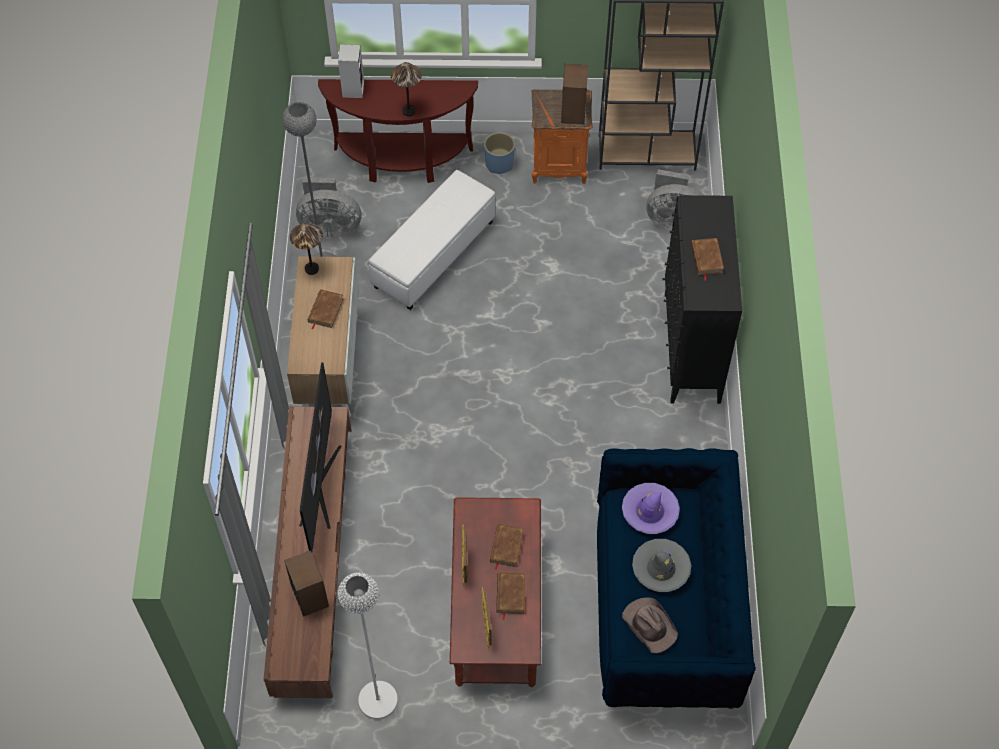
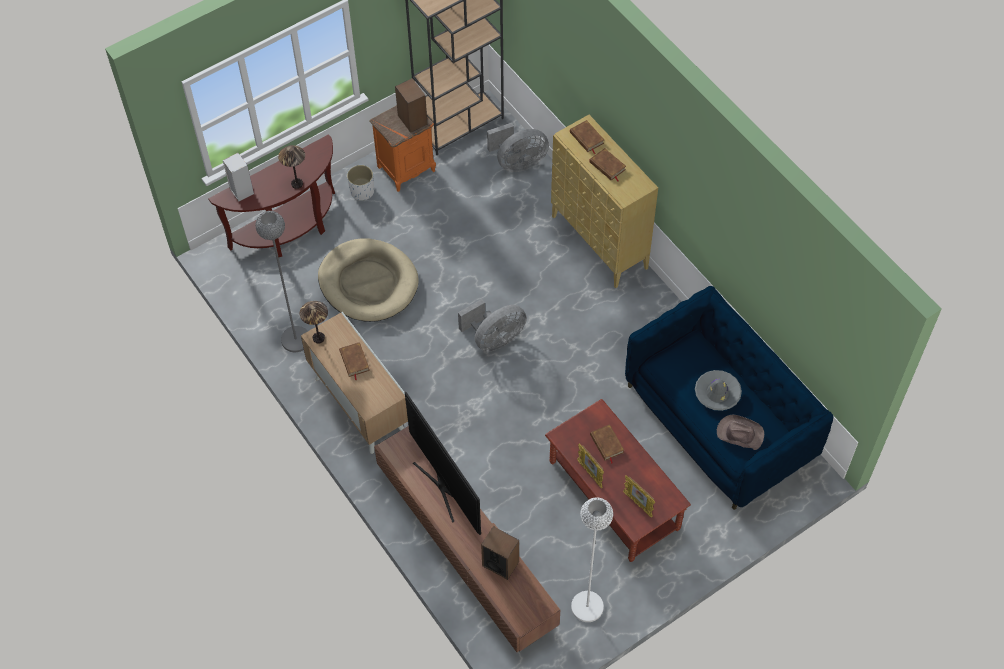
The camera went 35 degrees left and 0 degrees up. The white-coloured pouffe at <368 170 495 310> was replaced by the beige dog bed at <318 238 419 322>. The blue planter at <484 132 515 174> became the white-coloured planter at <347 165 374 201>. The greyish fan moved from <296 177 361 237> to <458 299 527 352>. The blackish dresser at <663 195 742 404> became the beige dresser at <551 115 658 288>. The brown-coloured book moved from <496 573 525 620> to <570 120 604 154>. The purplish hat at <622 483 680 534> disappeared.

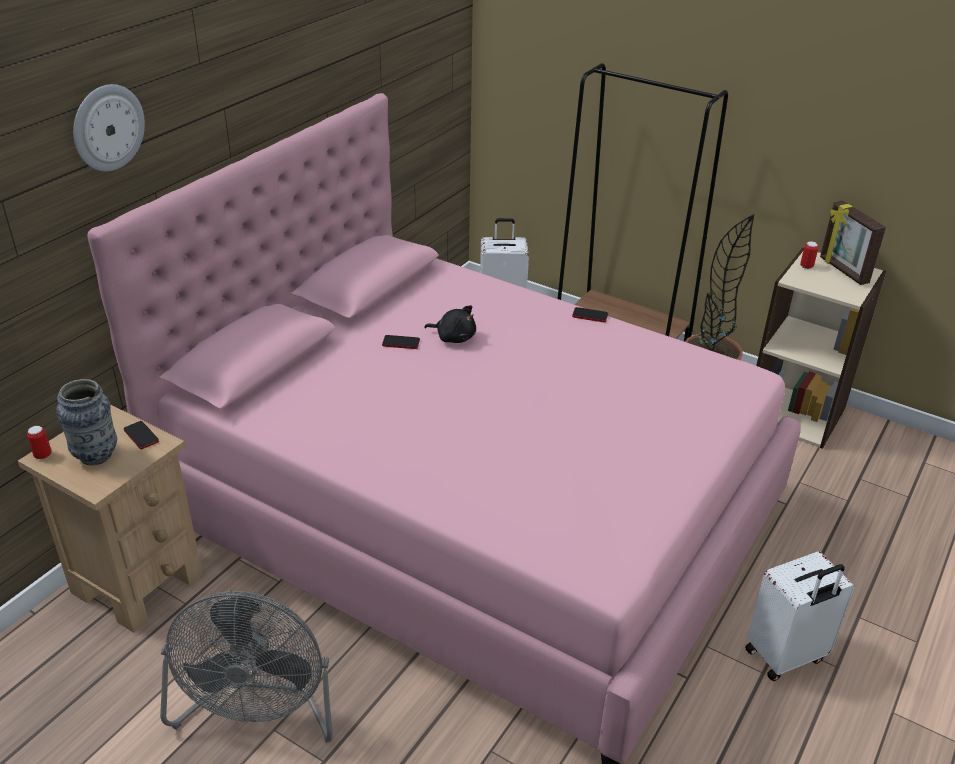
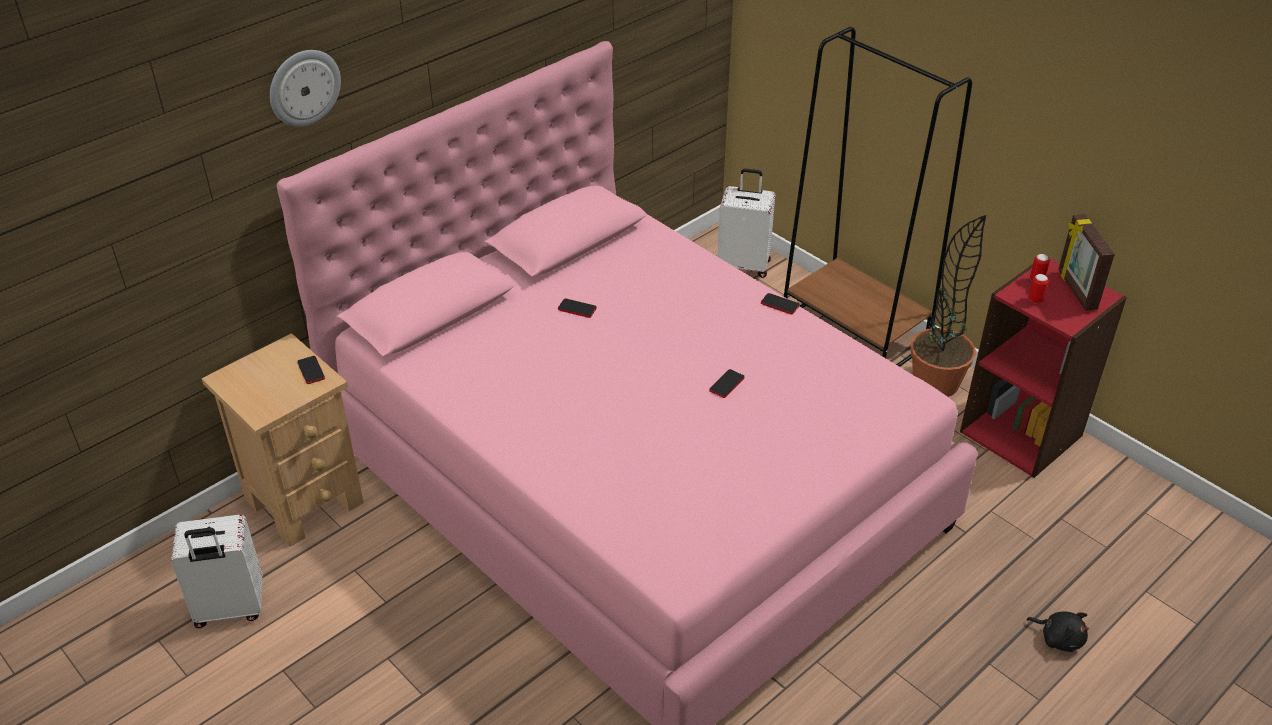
The camera went 15 degrees right and 5 degrees up. The white-coloured travel case moved from <745 551 855 681> to <171 515 263 628>. The handset at <709 369 745 398> appeared. The beige shelving unit at <756 248 886 449> became the reddish shelving unit at <960 258 1127 478>. The blackish plush toy moved from <424 305 476 343> to <1026 611 1089 652>. The can moved from <27 426 52 459> to <1029 274 1049 304>. The flower vase at <56 379 117 465> disappeared. The greyish fan at <160 589 333 743> disappeared.

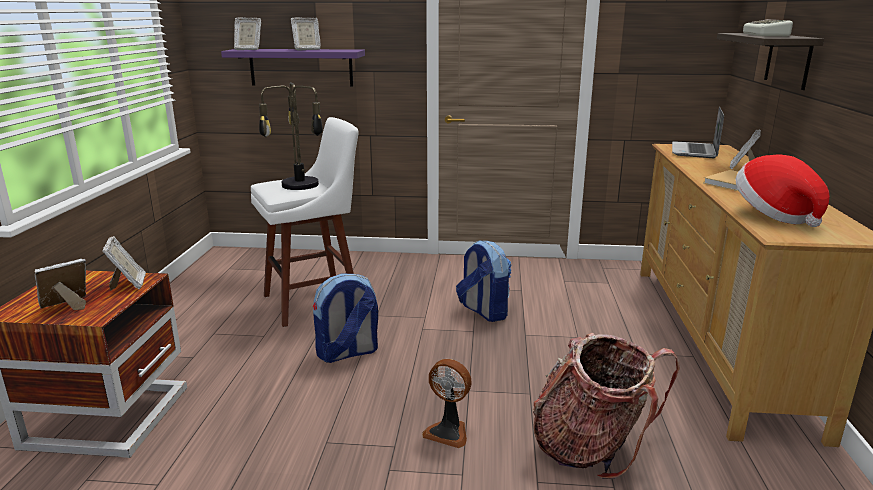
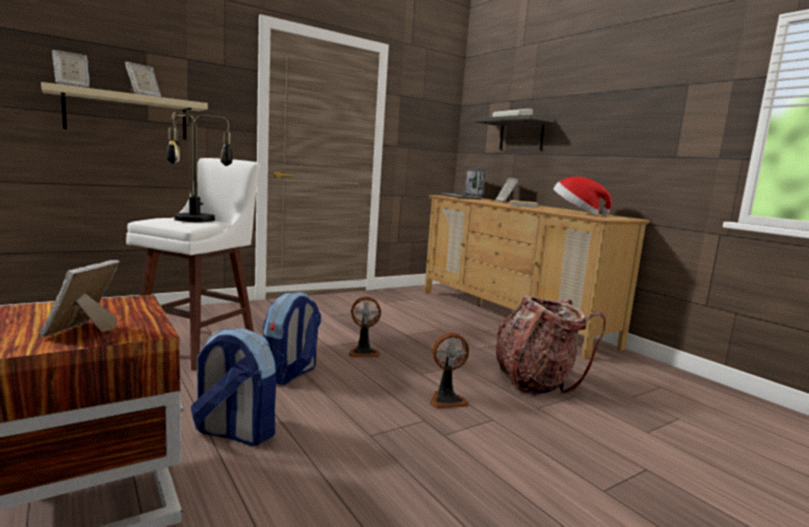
The camera went 40 degrees left and 10 degrees down. The purplish wall shelf at <221 49 365 87> became the beige wall shelf at <41 82 208 140>. The rucksack moved from <456 240 512 322> to <191 328 276 446>. The fan at <348 296 381 357> appeared. The picture frame at <103 236 146 291> disappeared.

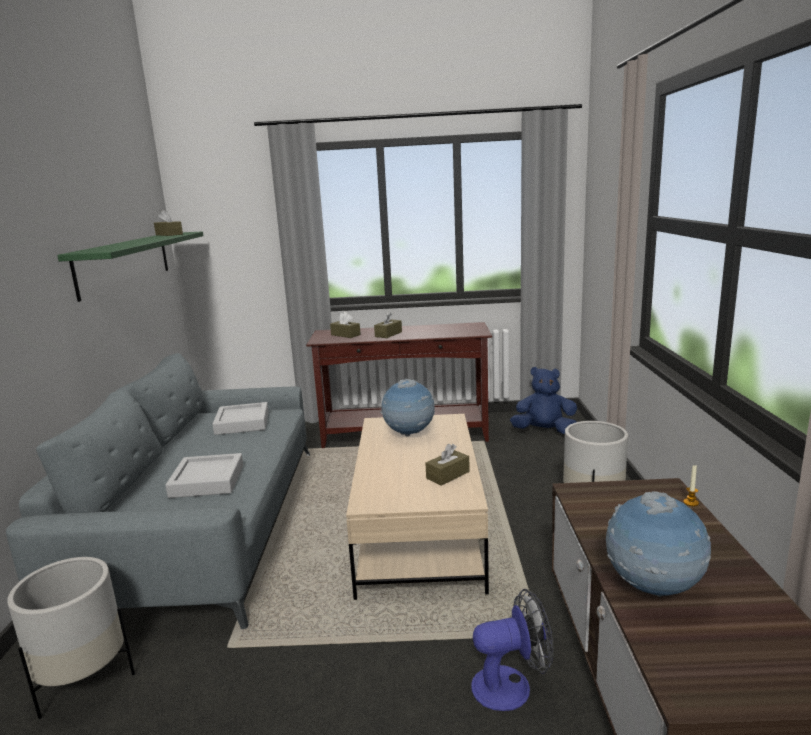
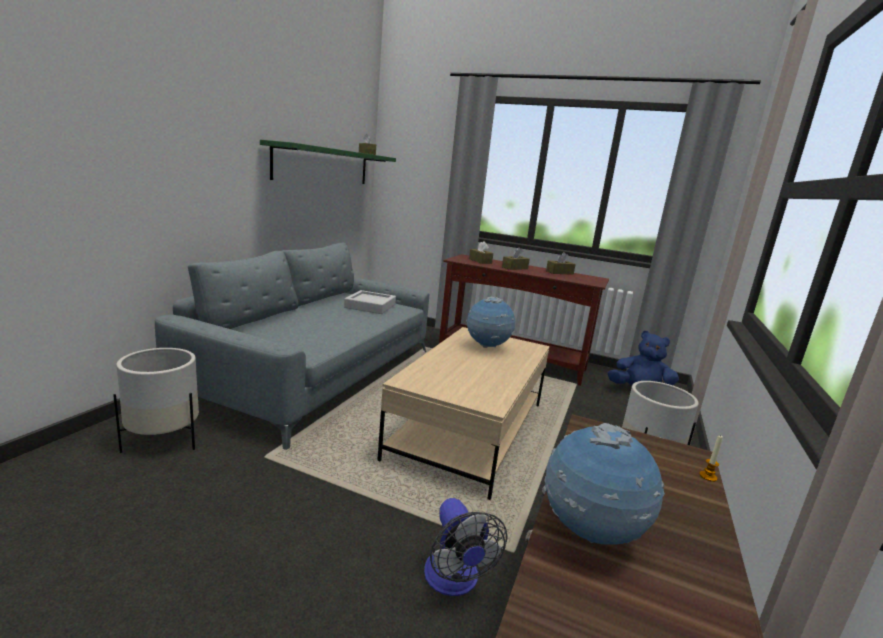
The camera went 20 degrees right and 0 degrees up. The fan at <471 589 554 711> turned 60 degrees clockwise. The brown-coloured tissue holder moved from <426 444 470 485> to <546 252 576 275>. The greyish tray at <165 453 243 498> disappeared.

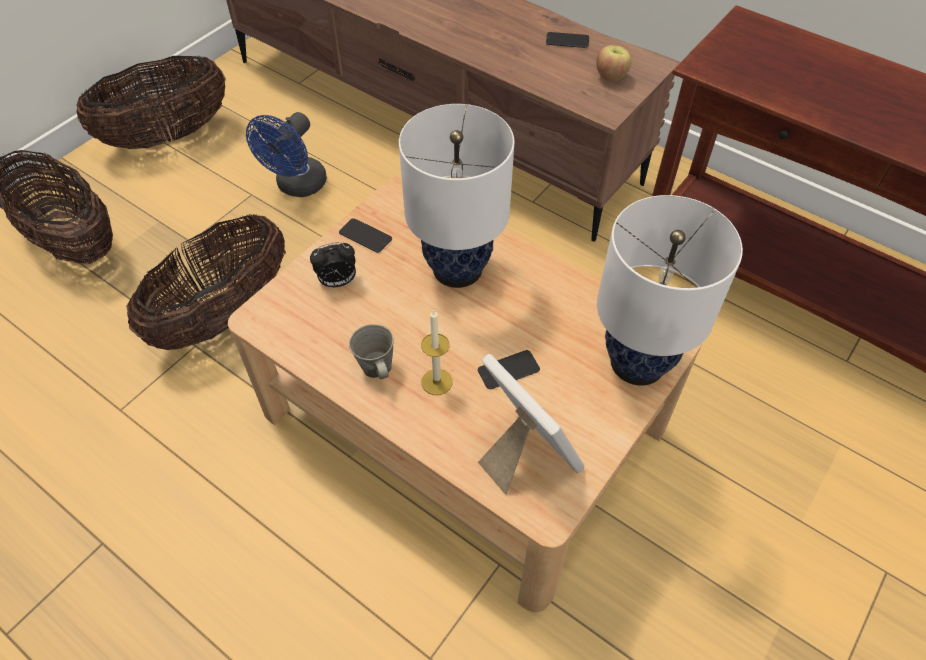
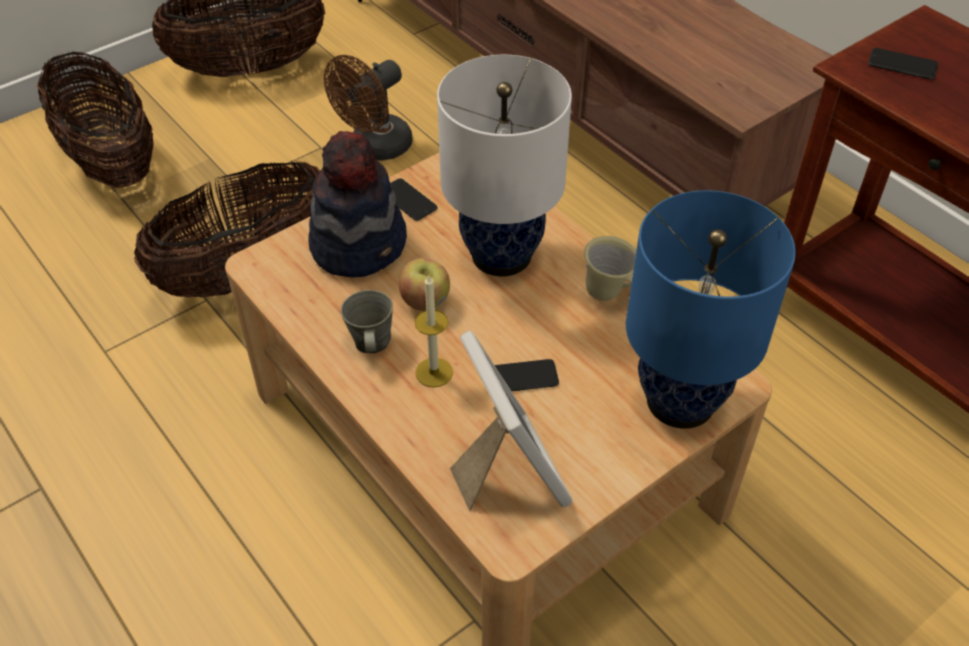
The camera went 15 degrees right and 5 degrees down. The table clock at <310 242 356 287> was replaced by the hat at <308 131 407 278>. The blue fan at <246 112 327 197> became the brown-coloured fan at <324 55 413 160>. The whole apple moved from <597 45 632 82> to <399 258 450 311>. The beige tea mug at <584 236 636 301> appeared. The white-coloured table lamp at <597 195 743 386> became the blue table lamp at <626 190 796 429>. The handset moved from <546 32 589 48> to <868 48 938 79>.

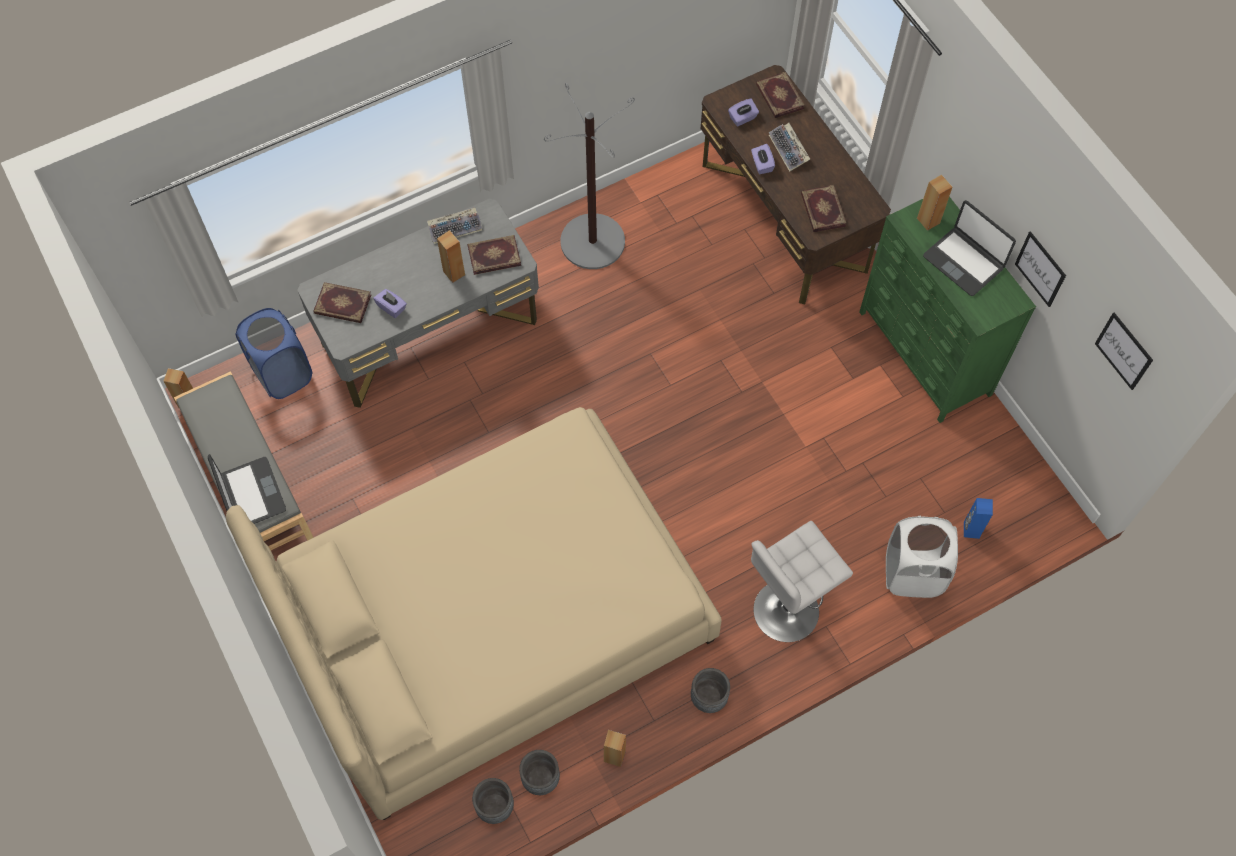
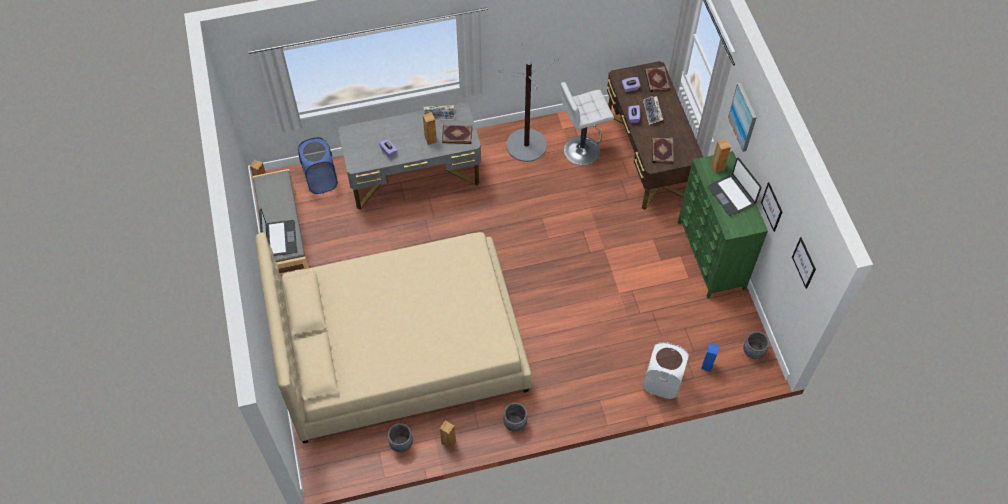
The camera went 15 degrees right and 5 degrees down. The white-coloured stool moved from <751 521 853 642> to <561 82 614 165>. The picture at <728 83 757 152> appeared. The greyish planter moved from <472 778 514 824> to <743 331 769 359>. The book at <314 282 371 323> disappeared.

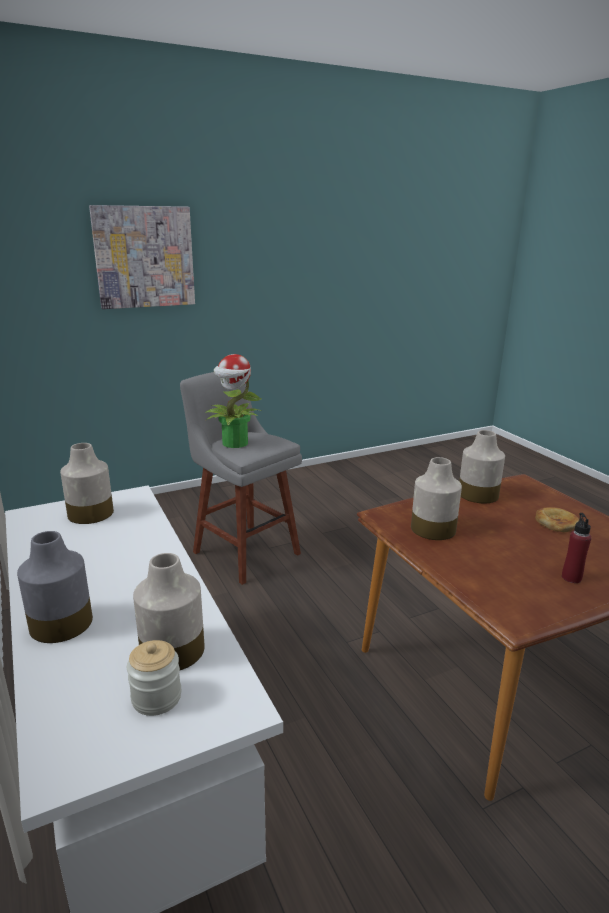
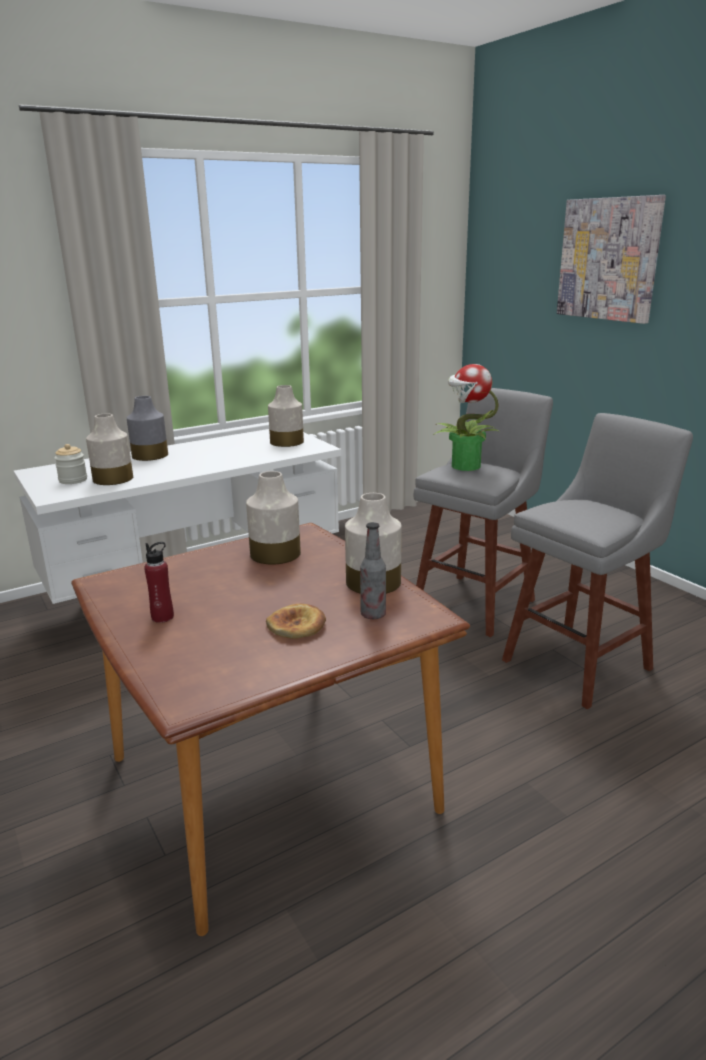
The camera went 85 degrees right and 0 degrees up. The beverage bottle at <360 522 386 619> appeared. The greyish stool at <502 413 693 709> appeared.

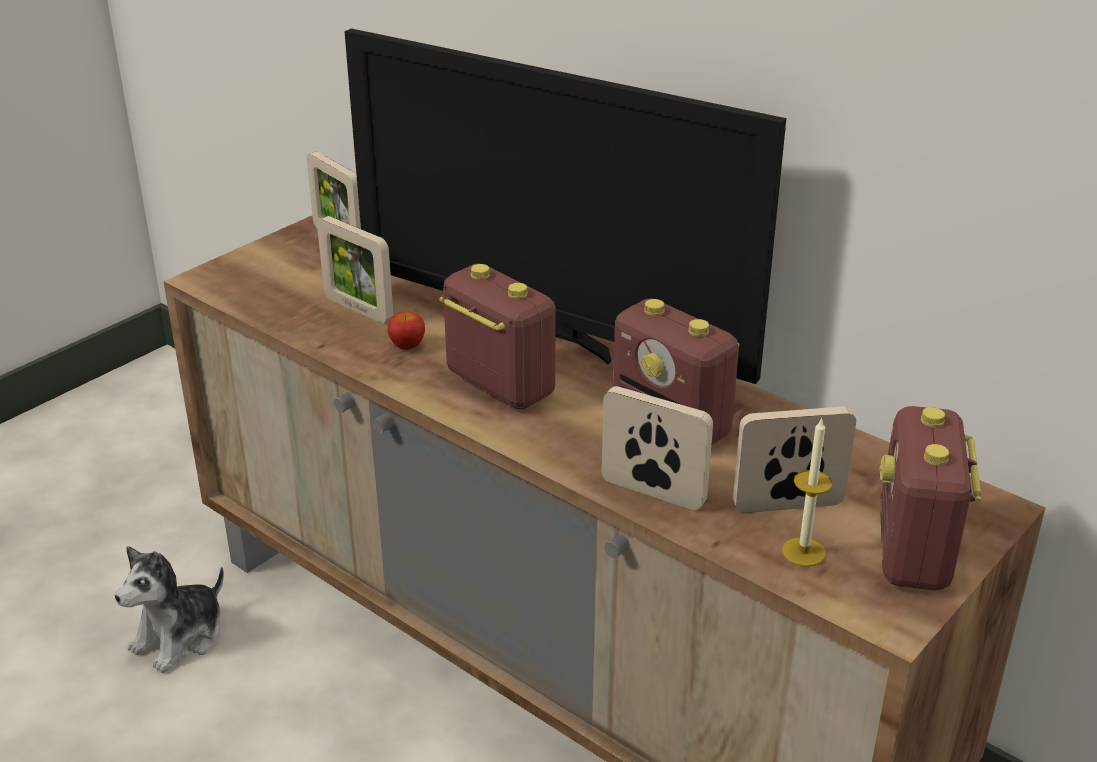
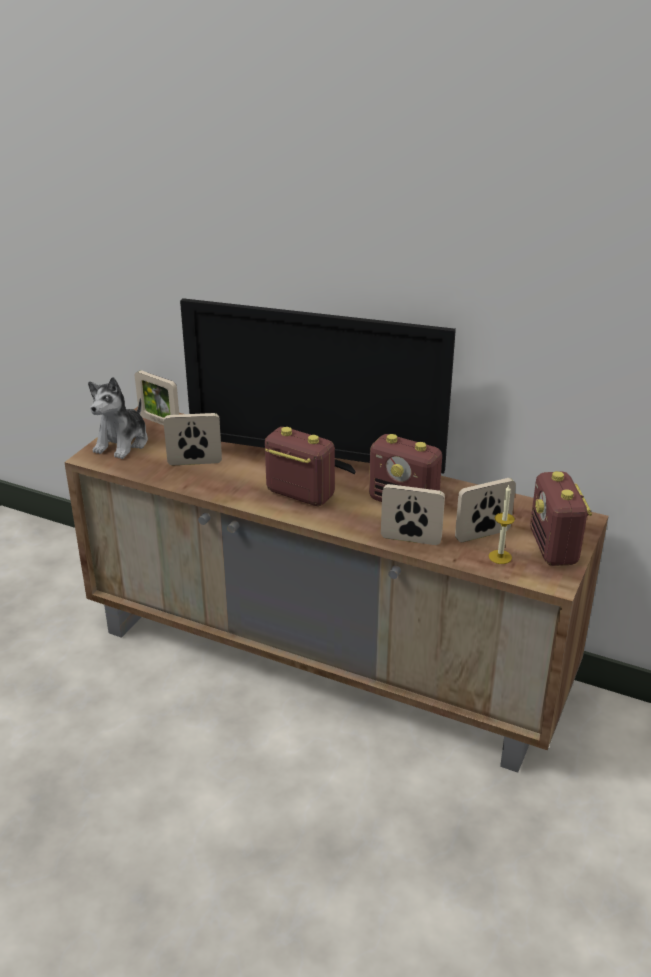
The camera went 15 degrees left and 0 degrees up. The plush toy moved from <114 546 224 673> to <88 377 148 459>. The picture frame at <317 216 393 323> turned 150 degrees clockwise. The whole apple at <388 312 425 350> disappeared.

